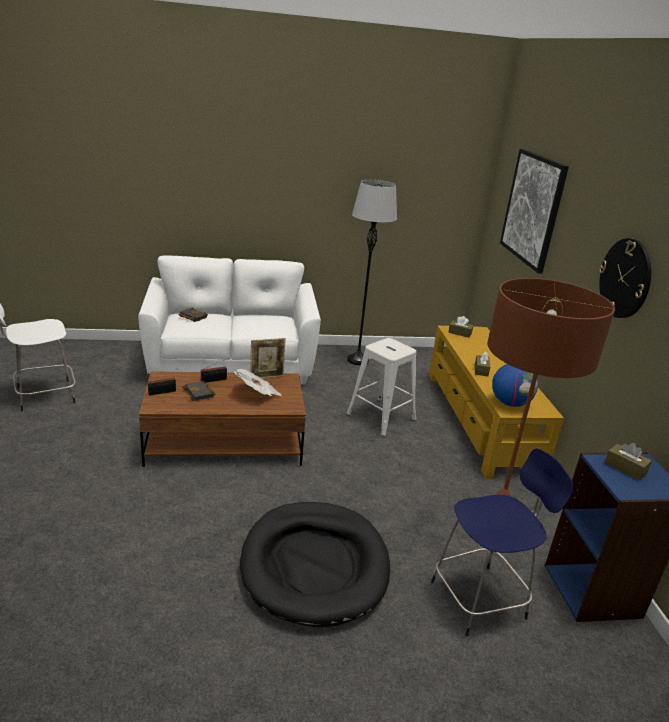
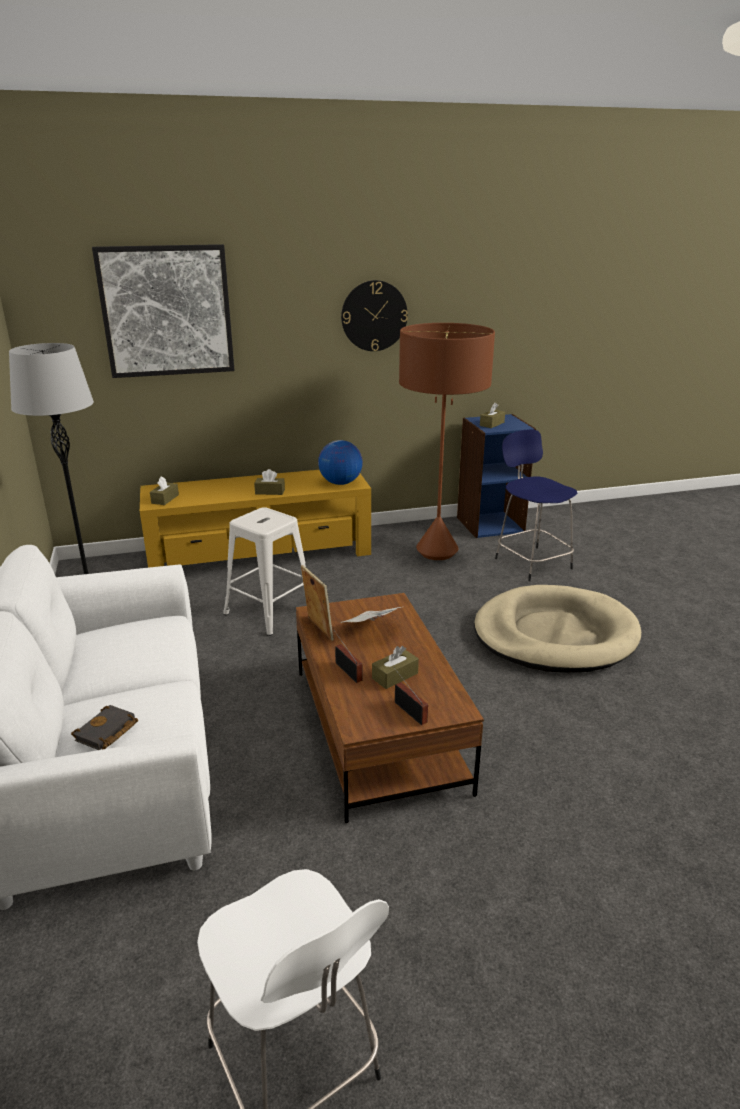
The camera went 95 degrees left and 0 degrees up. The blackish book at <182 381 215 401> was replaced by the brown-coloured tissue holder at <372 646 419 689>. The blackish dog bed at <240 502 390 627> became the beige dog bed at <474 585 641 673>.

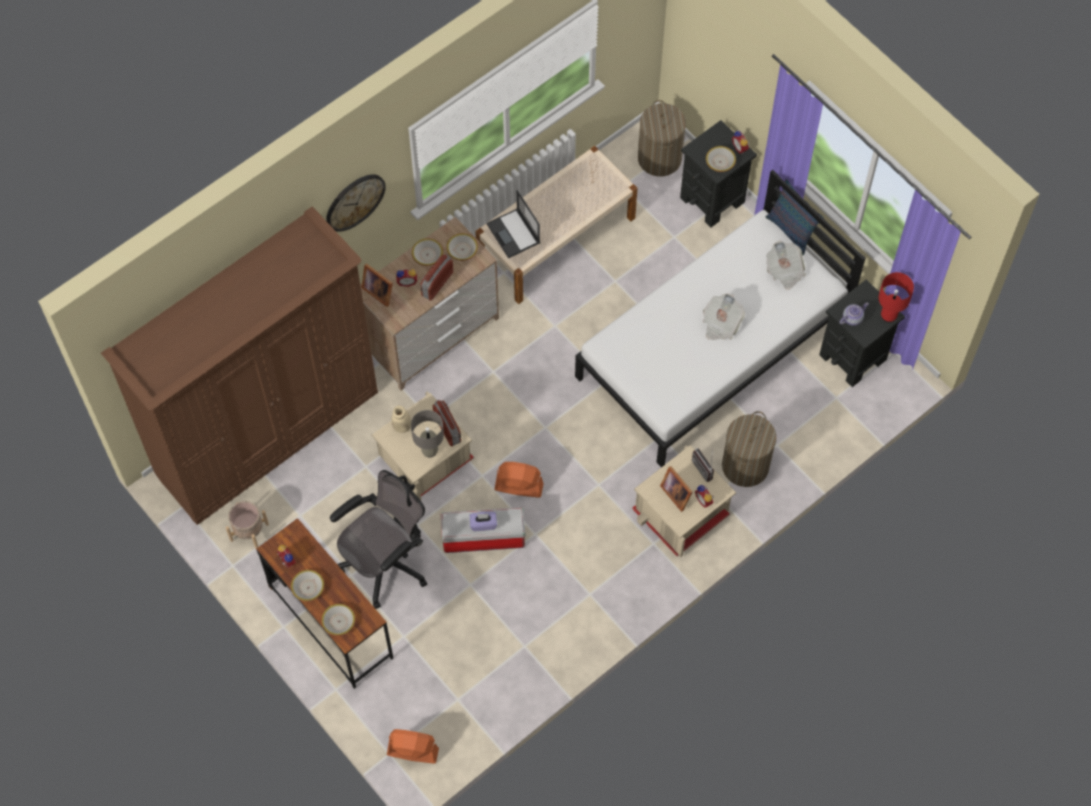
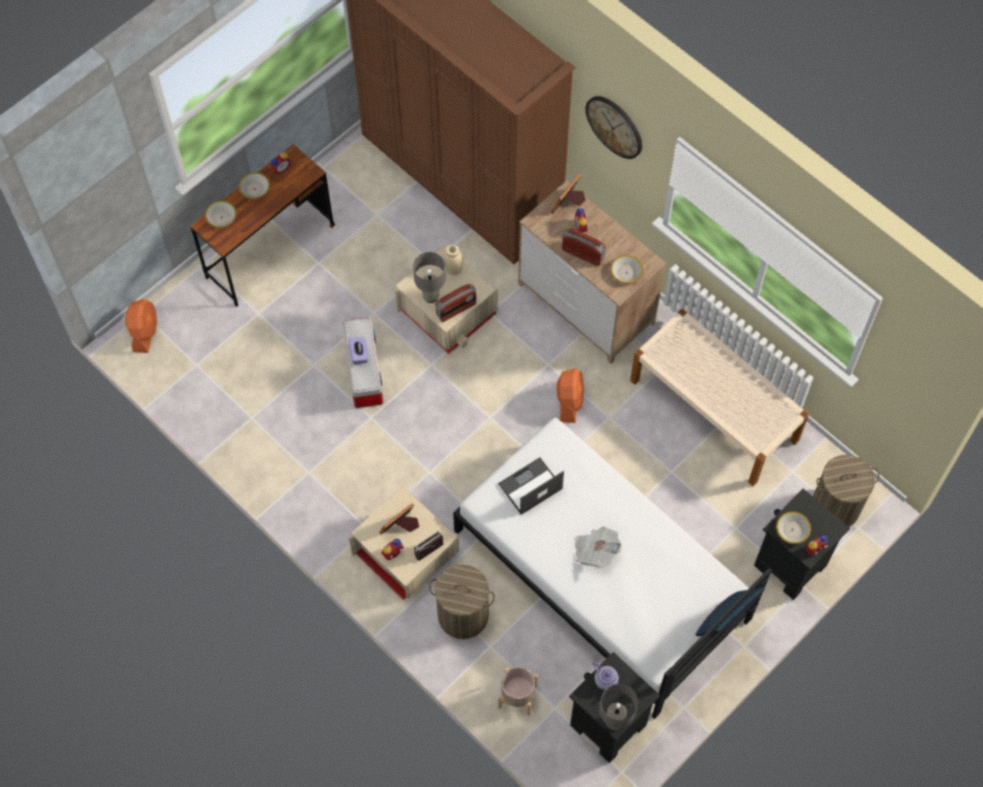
The camera went 85 degrees right and 0 degrees up. The portable computer moved from <487 190 540 258> to <498 457 564 515>. The beige planter moved from <226 501 269 550> to <498 666 538 715>. The orange fan moved from <494 462 544 498> to <556 368 584 423>. The reddish table lamp at <879 272 914 322> became the greyish table lamp at <599 684 638 730>. The computer chair at <330 470 427 609> disappeared. The deep dish at <412 238 443 266> disappeared. The newspaper at <766 241 806 290> disappeared.

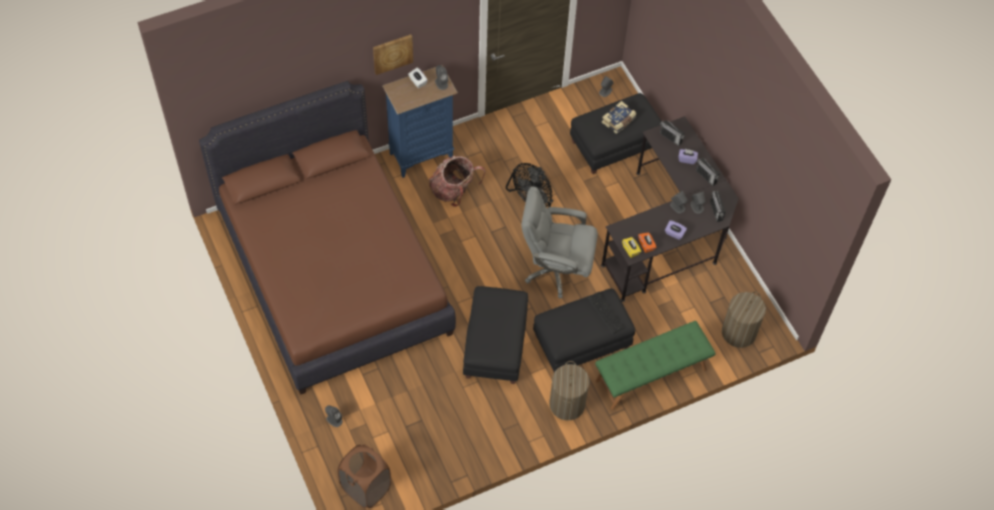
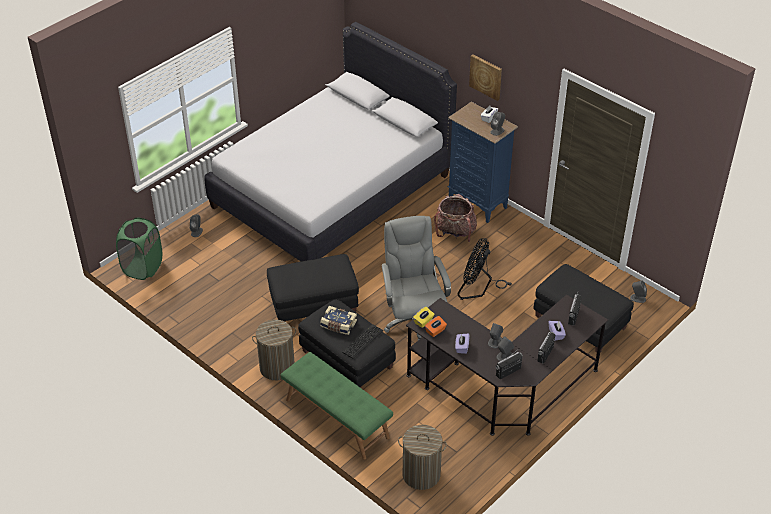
The camera went 70 degrees right and 15 degrees down. The brown-coloured washing basket at <338 445 391 508> became the green-coloured washing basket at <116 218 162 280>. The brown-coloured bed at <199 81 456 394> became the white-coloured bed at <205 22 457 261>. The book moved from <602 101 636 133> to <320 306 357 335>.

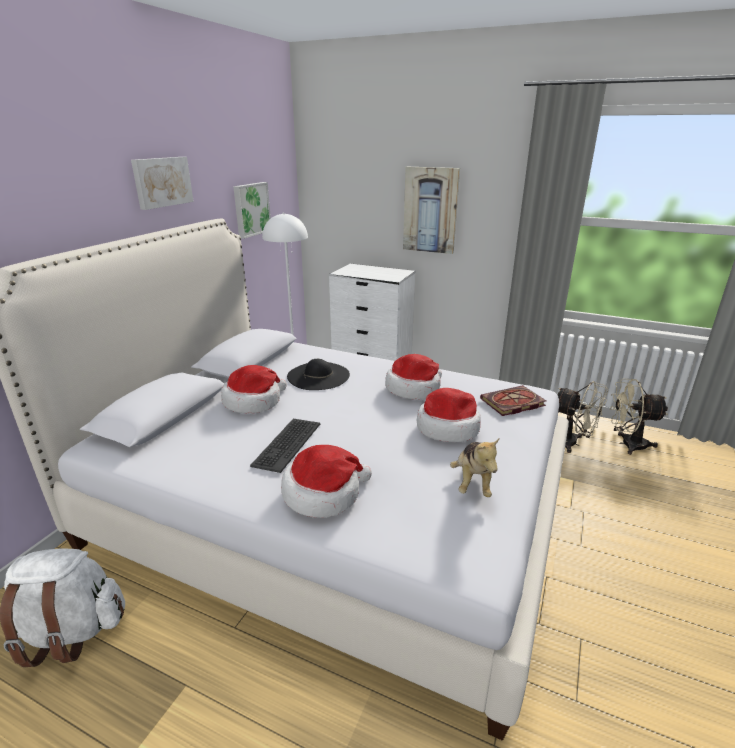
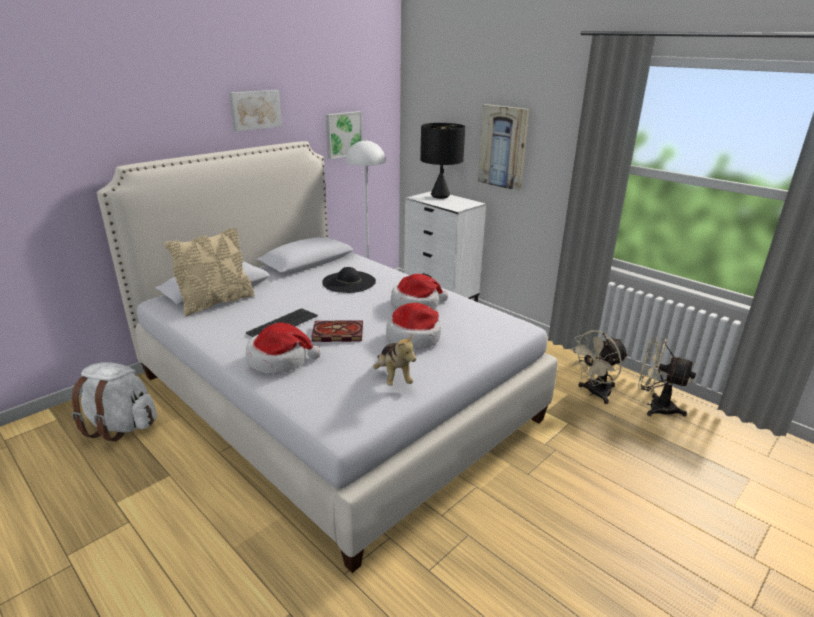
The camera went 20 degrees right and 0 degrees up. The beige cushion at <164 228 255 317> appeared. The book moved from <480 385 546 416> to <311 320 363 342>. The plush toy at <450 438 499 497> turned 45 degrees counterclockwise. The blackish table lamp at <420 123 465 199> appeared. The beige fan at <558 381 608 453> turned 90 degrees clockwise. The hat at <221 365 287 414> disappeared.

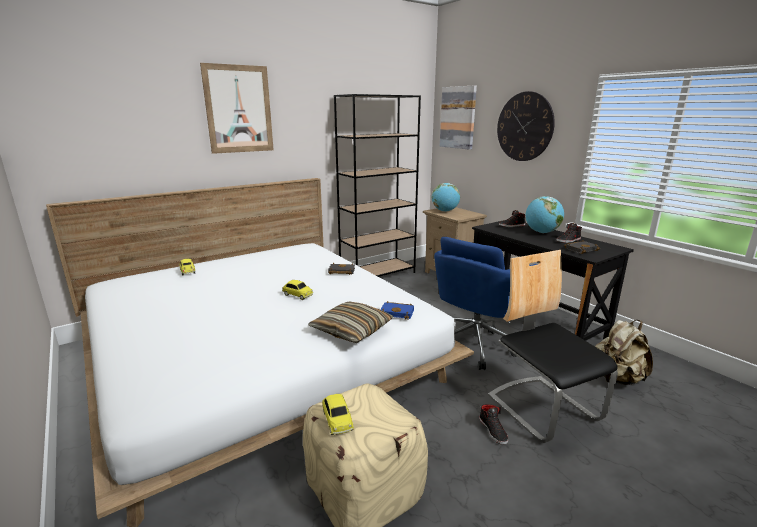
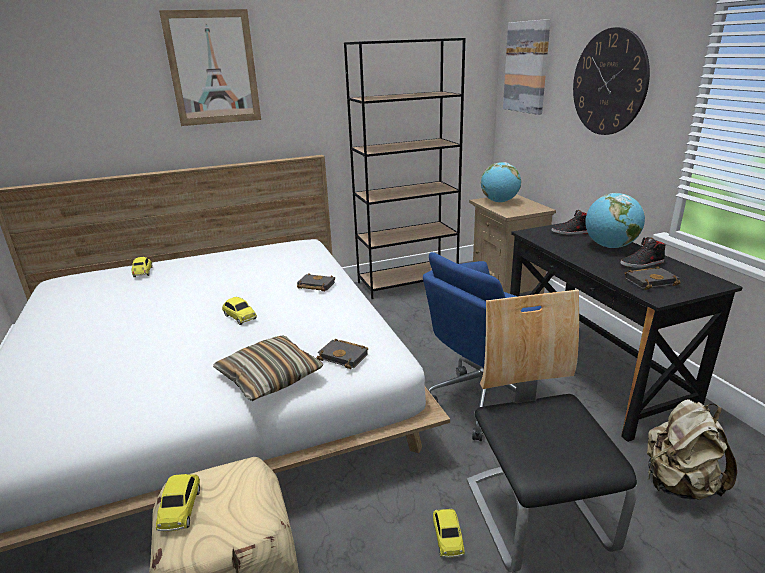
The camera went 15 degrees right and 5 degrees up. The blue book at <381 301 414 320> became the blackish book at <317 339 368 369>. The blackish low shoe at <479 404 508 445> was replaced by the miniature car at <433 509 465 558>.

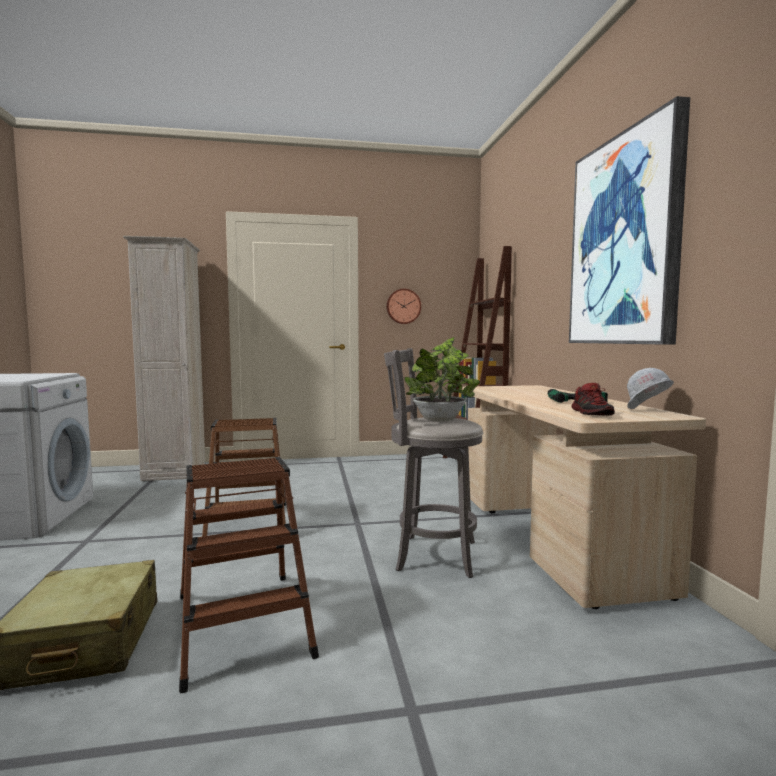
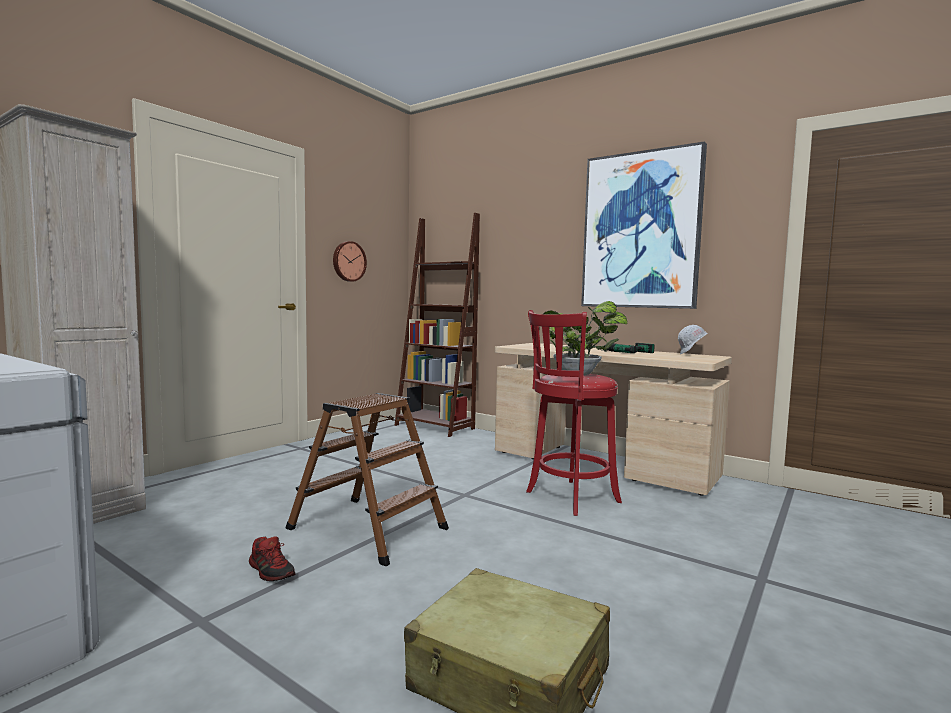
The camera went 45 degrees left and 0 degrees up. The low shoe moved from <572 383 615 415> to <249 536 295 581>. The greyish stool at <384 348 483 578> became the reddish stool at <526 310 622 516>. The brown-coloured step ladder at <179 457 319 693> disappeared.

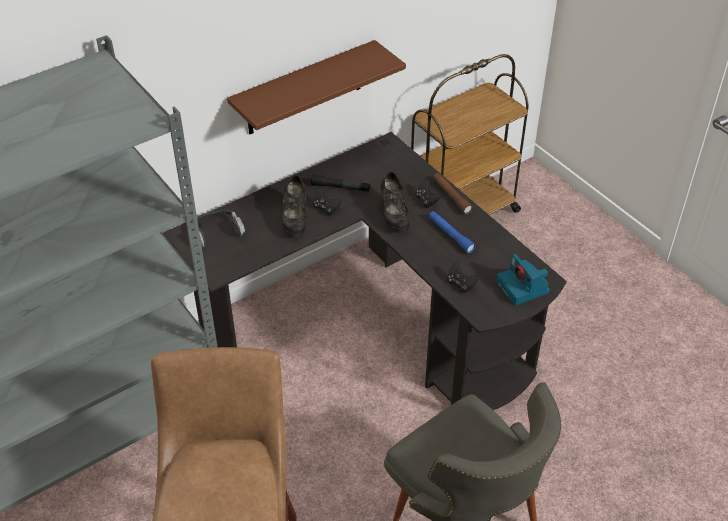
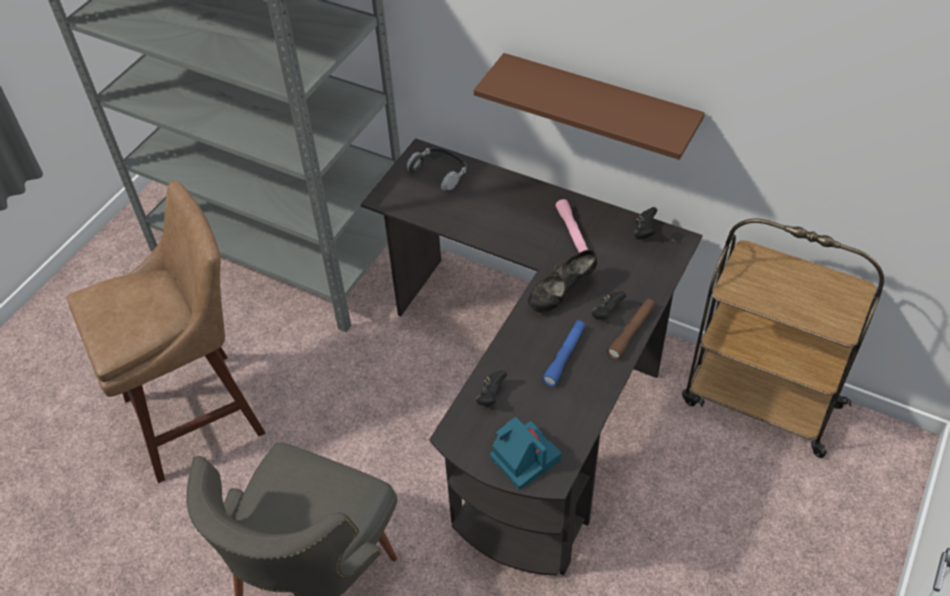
The camera went 65 degrees right and 5 degrees up. The still camera at <496 254 550 306> turned 105 degrees clockwise. The blackish flashlight at <311 174 370 192> became the pinkish flashlight at <555 199 588 253>. The blackish joypad moved from <313 188 342 215> to <634 207 658 239>. The blackish low shoe at <281 175 307 236> disappeared.

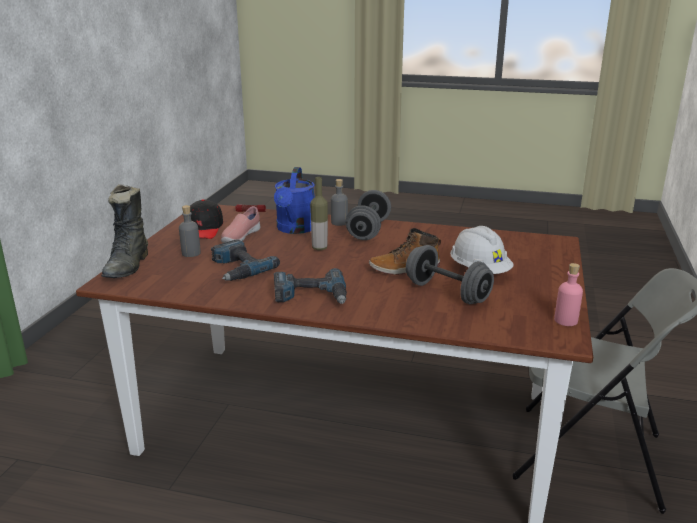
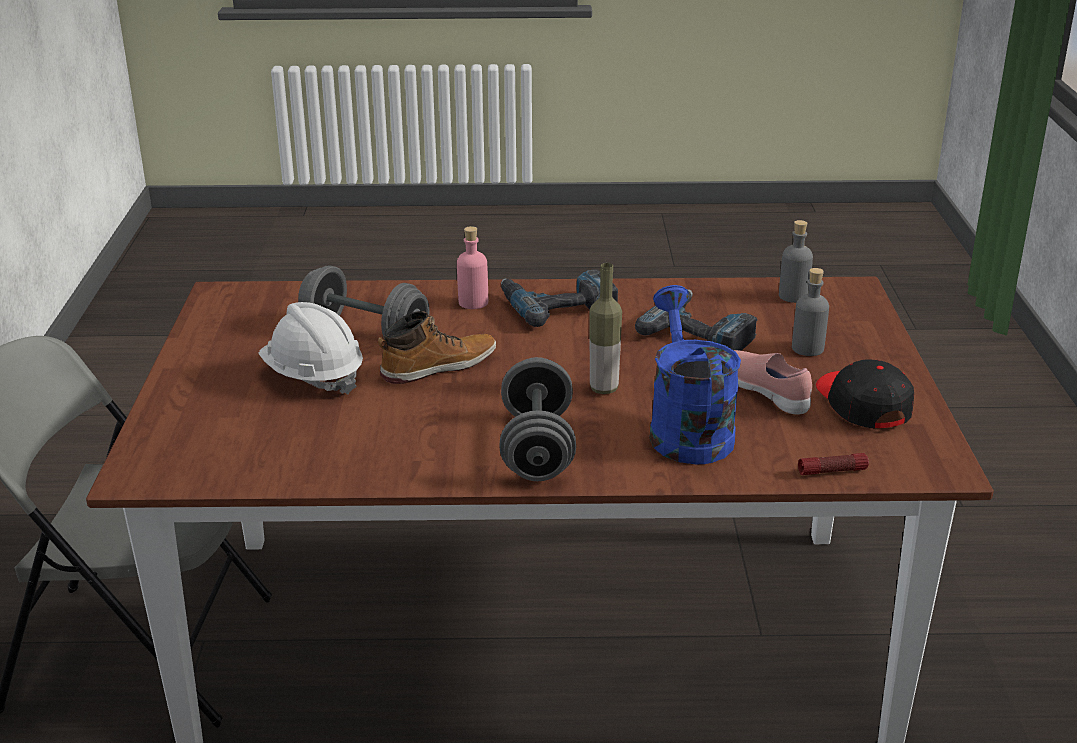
The camera went 165 degrees right and 5 degrees up. The pinkish beverage bottle moved from <554 263 583 326> to <457 226 488 309>. The pinkish low shoe at <221 206 260 243> turned 45 degrees counterclockwise. The greyish beverage bottle moved from <331 179 348 226> to <779 220 813 303>. The blackish high-top boot at <101 184 148 278> disappeared.

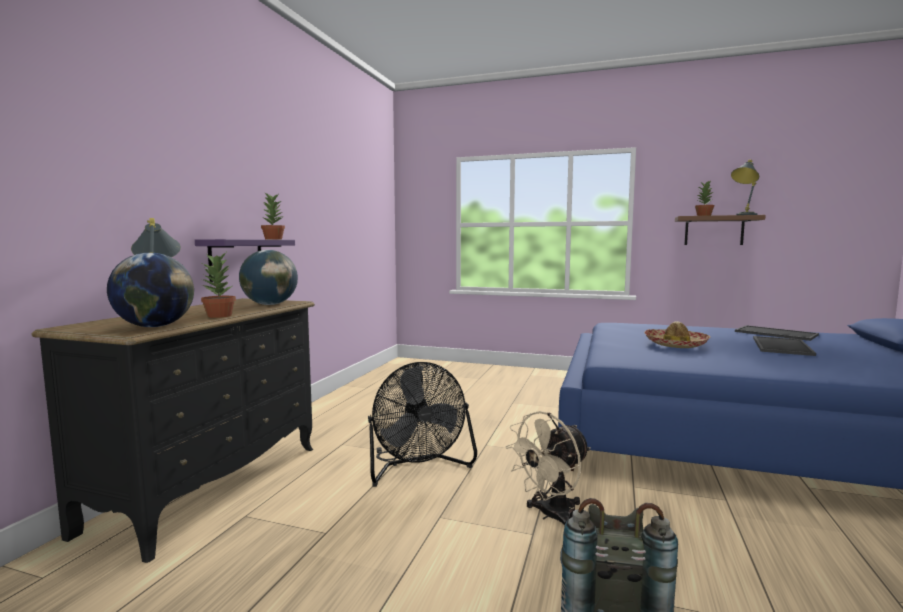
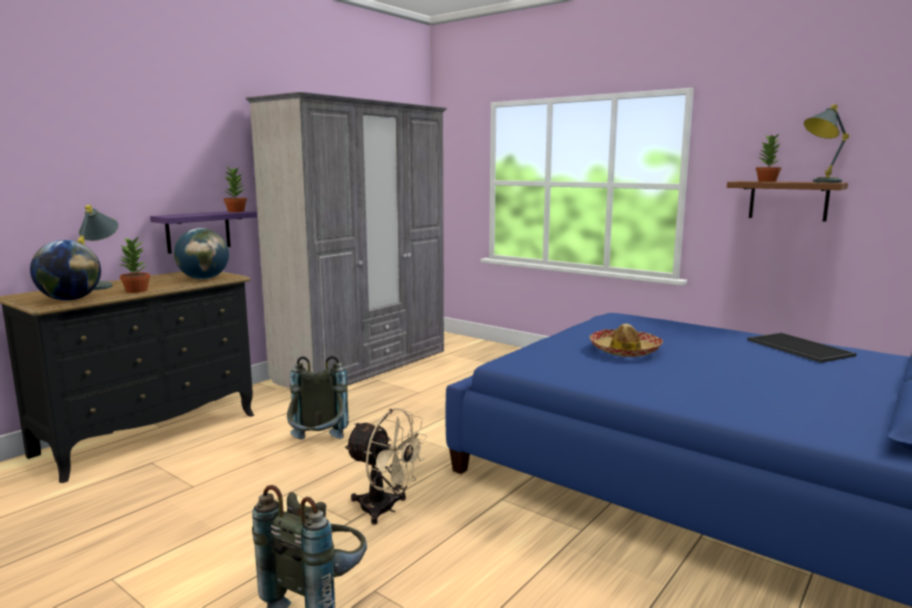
The camera went 20 degrees right and 5 degrees up. The greyish clothes cupboard at <246 92 447 388> appeared. The blackish fan at <368 362 477 487> was replaced by the greyish rucksack at <287 356 349 440>. The beige fan at <505 411 591 525> turned 135 degrees counterclockwise. The tray at <753 336 816 356> disappeared.

